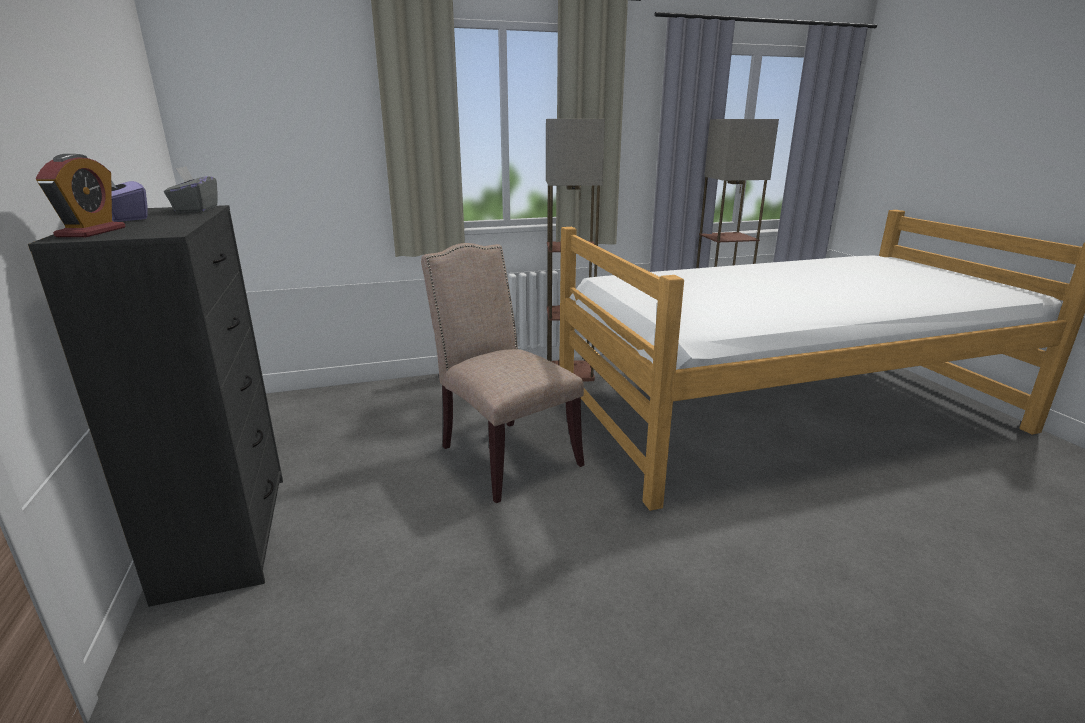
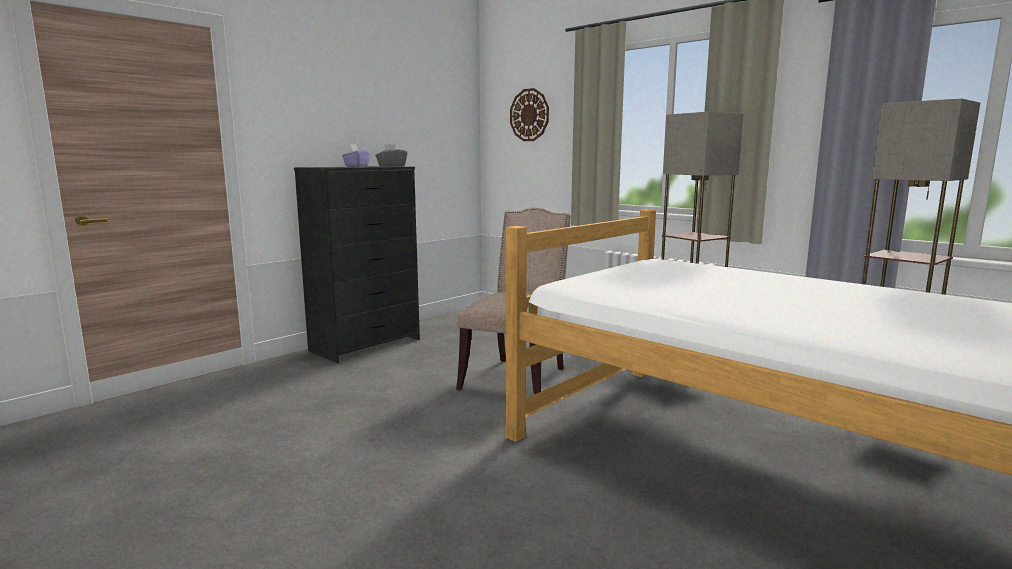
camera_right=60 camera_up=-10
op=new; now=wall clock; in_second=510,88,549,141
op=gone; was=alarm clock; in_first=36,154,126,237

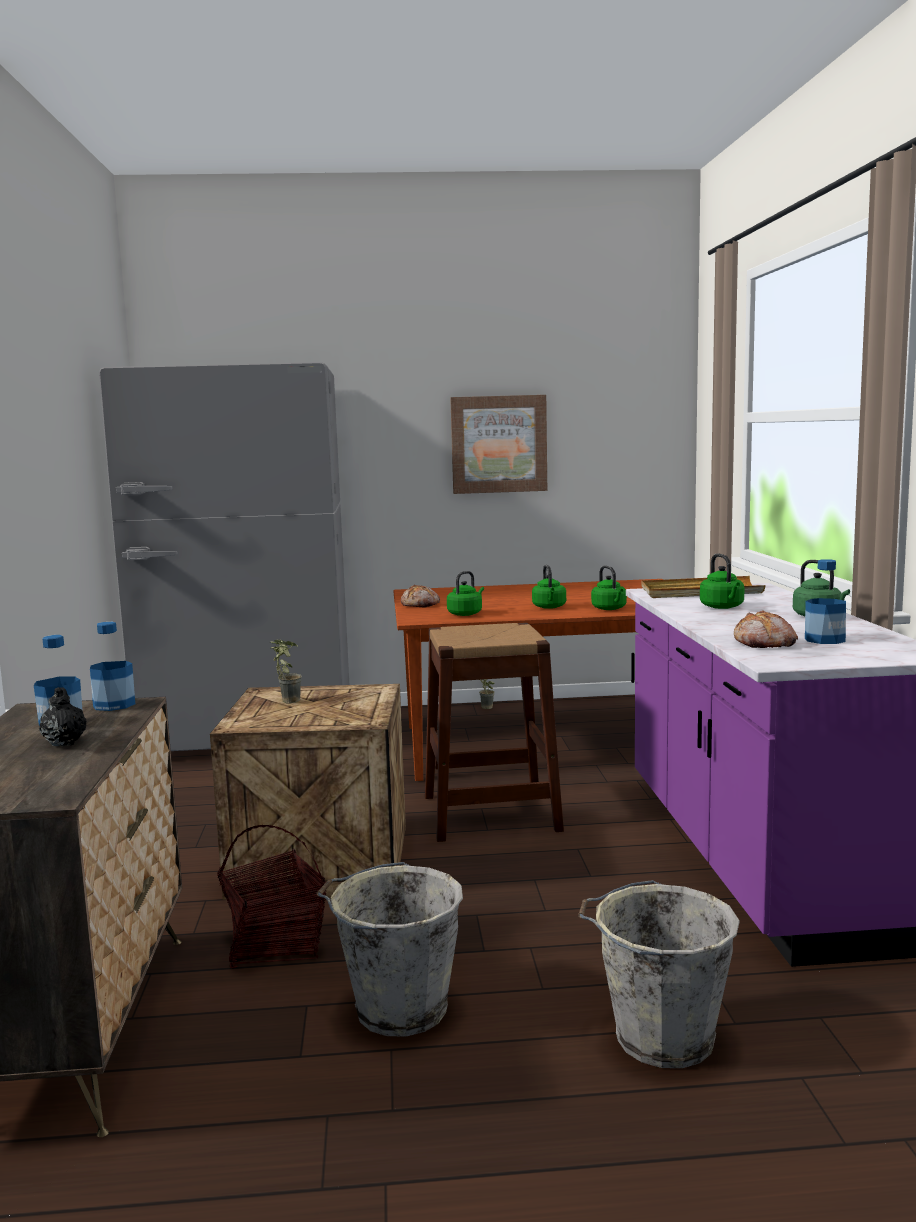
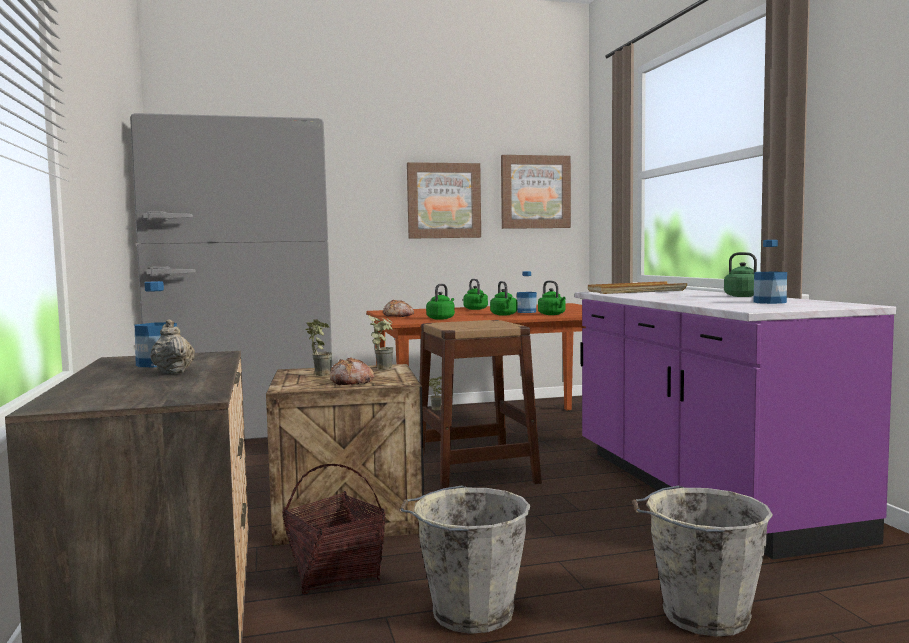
camera_right=-10 camera_up=-5
op=repainted; was=black teapot; now=beige teapot; in_first=39,687,86,746; in_second=150,319,195,374
op=shifted; was=bread; in_first=734,610,798,648; in_second=330,357,374,385
op=new; now=potted plant; in_second=369,315,394,370
op=shifted; was=green kettle; in_first=700,553,745,609; in_second=463,279,488,310
op=new; now=picture; in_second=501,155,571,229
op=shifted; was=bottle; in_first=90,622,135,711; in_second=517,271,537,313

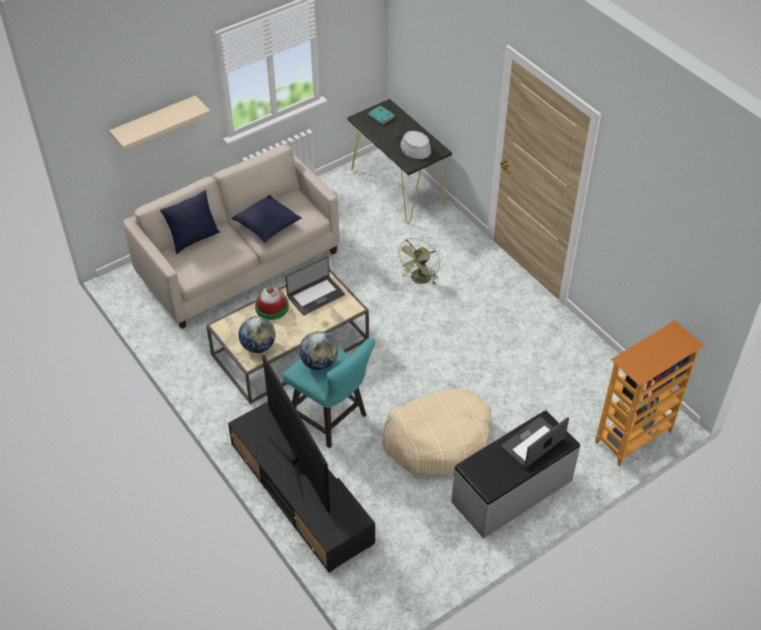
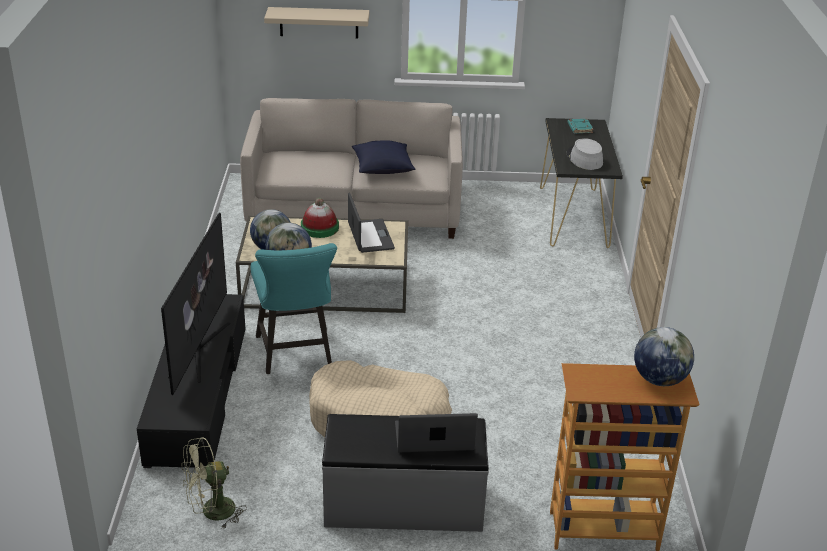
camera_right=35 camera_up=-15
op=shifted; was=green fan; in_first=396,238,440,284; in_second=182,437,247,528
op=rotated; was=laptop; in_first=285,256,345,316; in_second=348,193,395,253; clockwise=-105
op=new; now=globe; in_second=634,327,694,386
op=gone; was=blue pillow; in_first=160,190,220,254

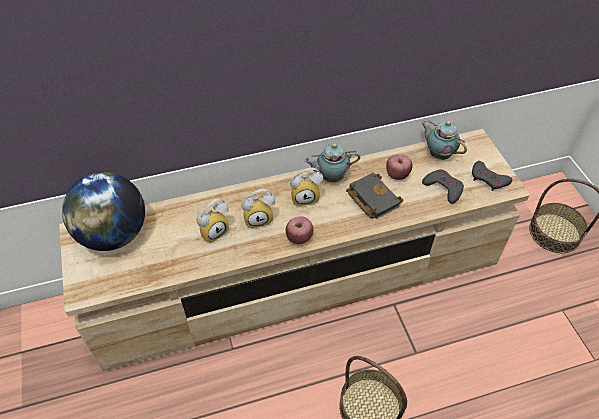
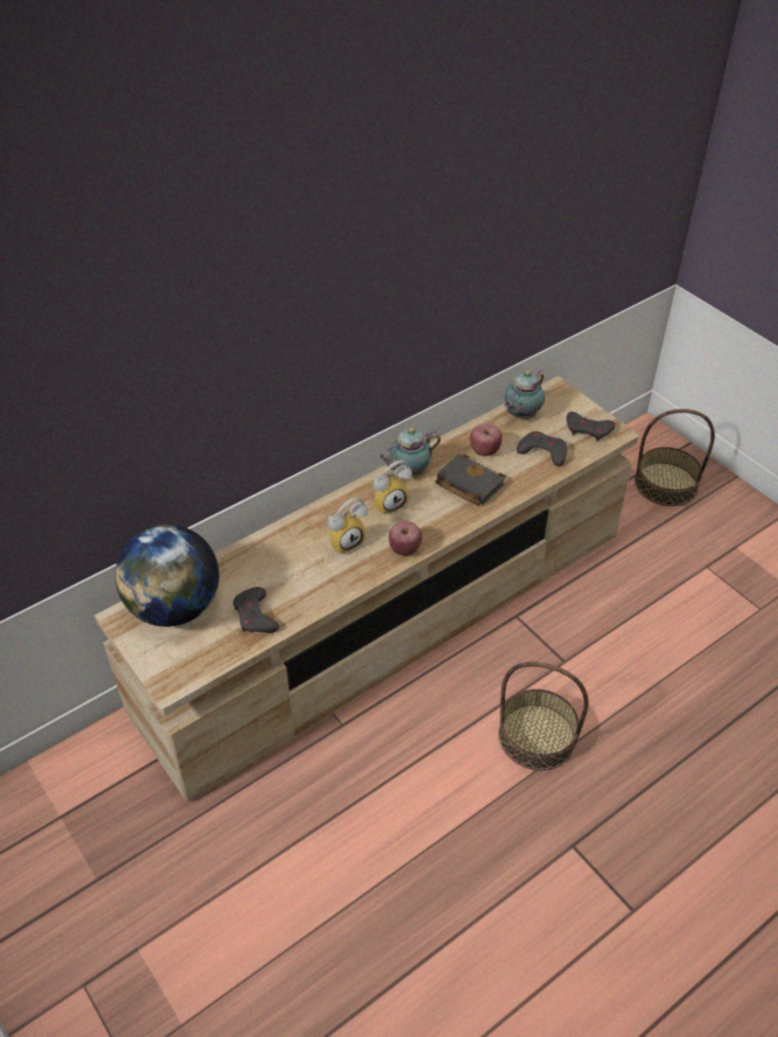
camera_right=-20 camera_up=-5
op=new; now=grey game controller; in_second=233,587,279,633
op=rotated; was=teapot; in_first=421,120,467,160; in_second=504,370,545,419; clockwise=-75
op=gone; was=alarm clock; in_first=197,198,229,243

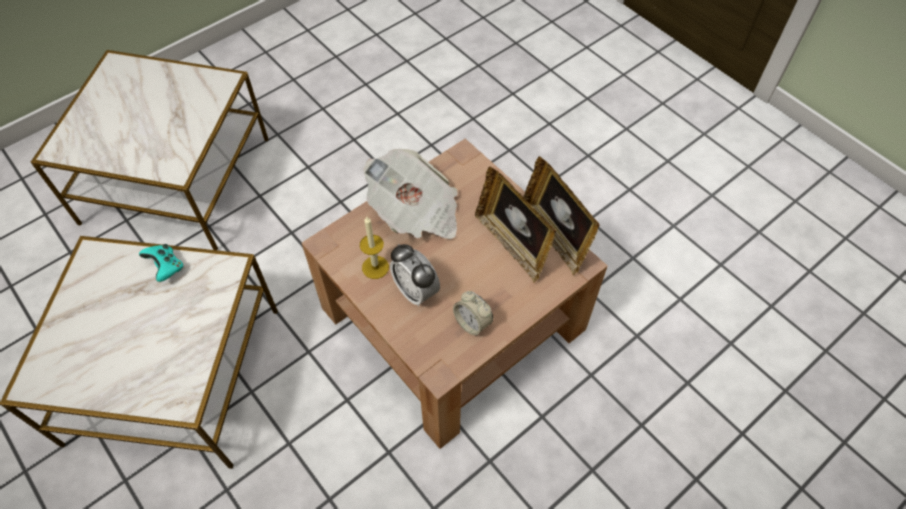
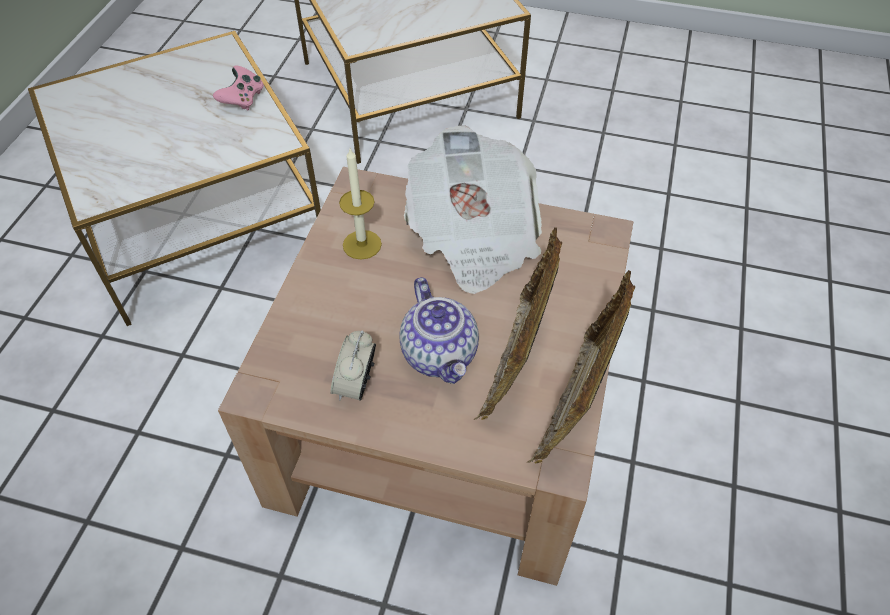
camera_right=55 camera_up=-5
op=repainted; was=turquoise game controller; now=pink game controller; in_first=139,244,183,282; in_second=213,65,264,110
op=new; now=teapot; in_second=399,277,479,384
op=gone; was=alarm clock; in_first=390,244,440,306

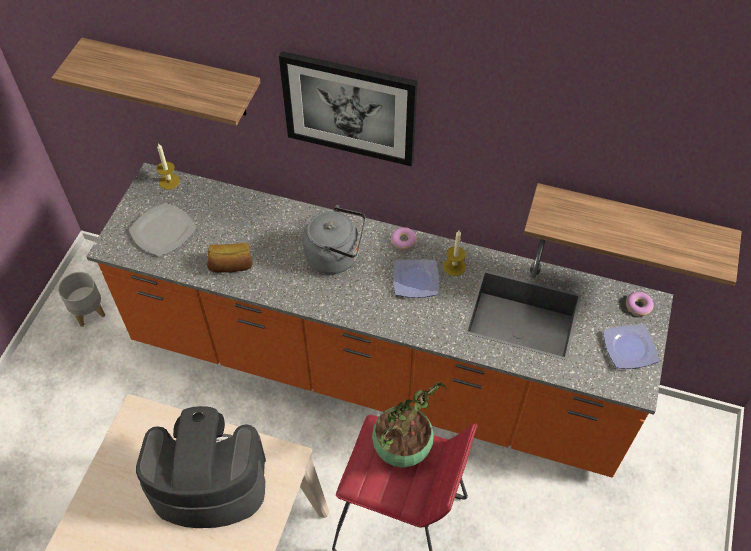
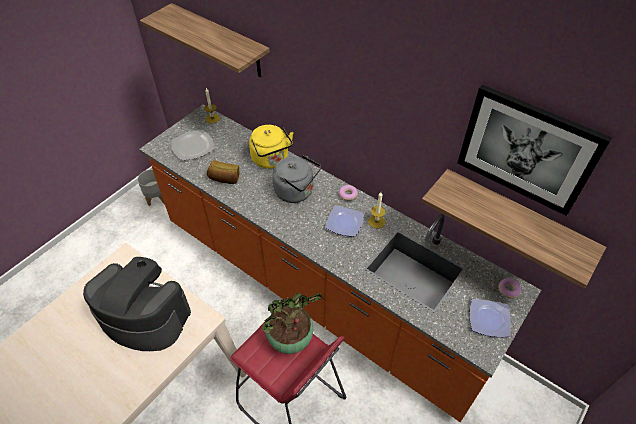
camera_right=20 camera_up=-5
op=new; now=yellow kettle; in_second=249,125,294,169
op=shifted; was=picture; in_first=279,51,418,166; in_second=457,85,612,216

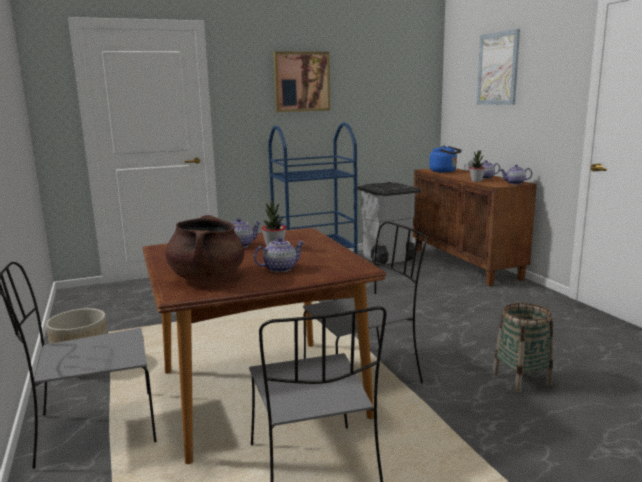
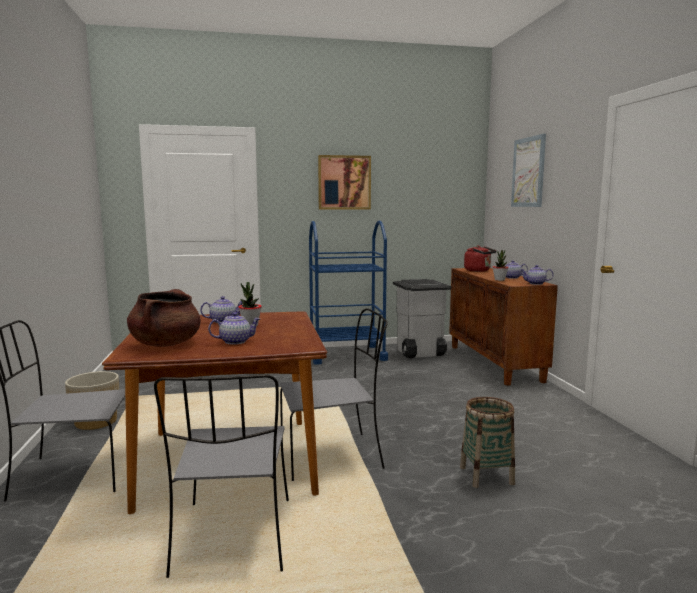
camera_right=10 camera_up=-5
op=repainted; was=blue kettle; now=red kettle; in_first=430,145,462,173; in_second=464,246,496,272

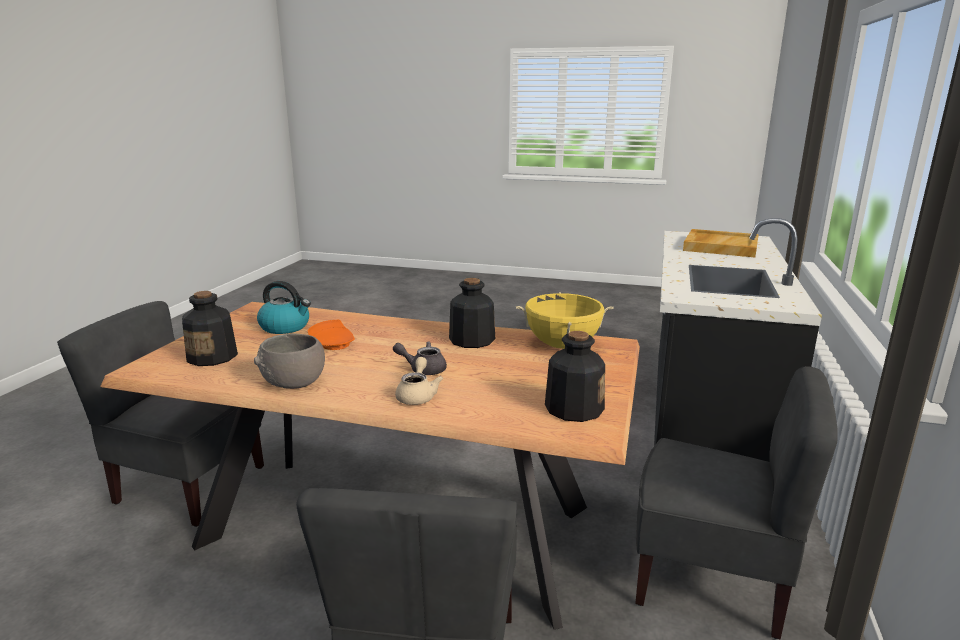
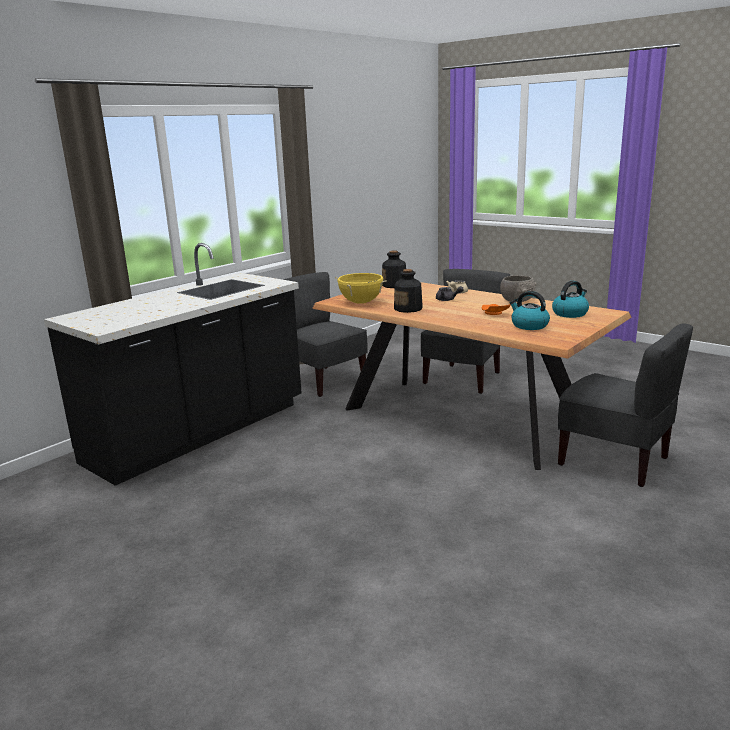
camera_right=-155 camera_up=0
op=swapped; was=bottle; now=kettle; in_first=182,291,238,366; in_second=552,281,589,318
op=gone; was=beige tray; in_first=683,229,759,257

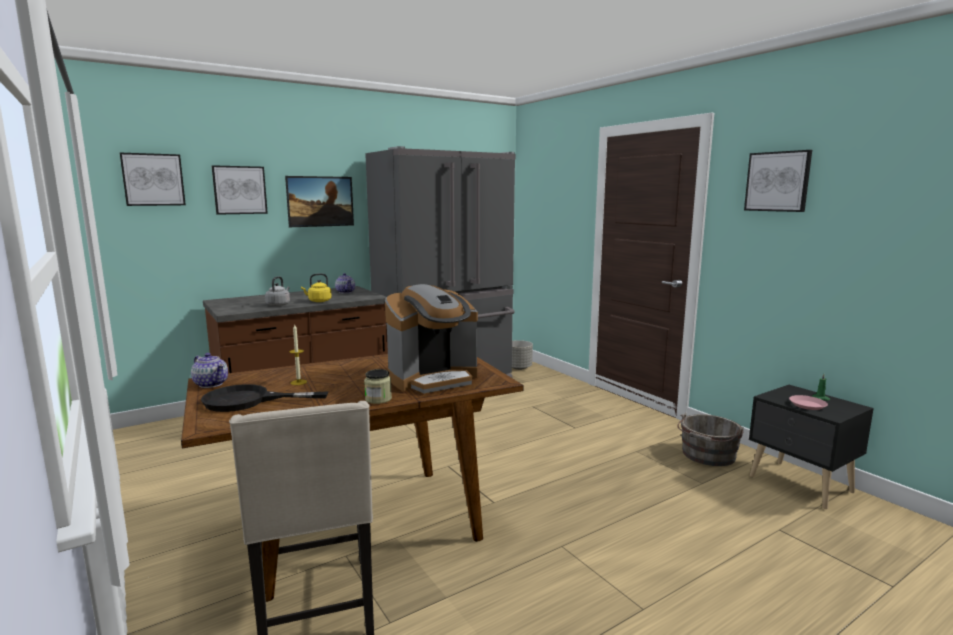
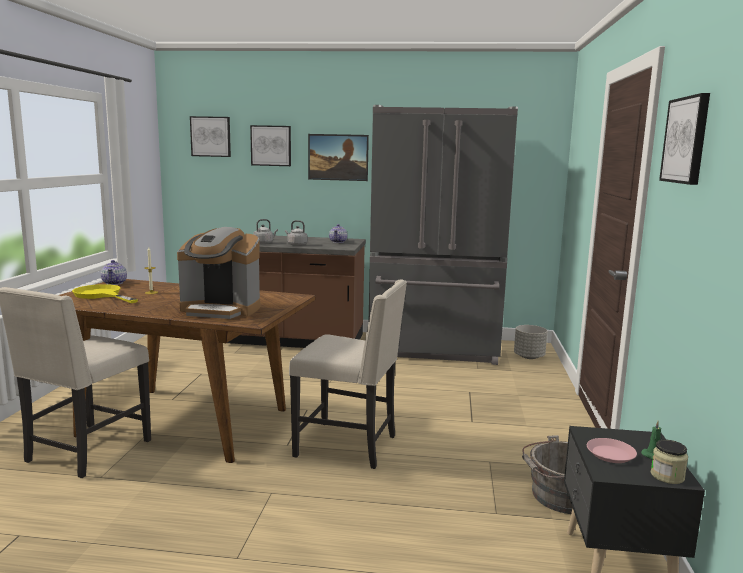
camera_right=40 camera_up=0
op=repainted; was=black frying pan; now=yellow frying pan; in_first=201,384,328,412; in_second=72,284,138,303
op=repainted; was=yellow kettle; now=grey kettle; in_first=301,273,332,302; in_second=285,220,308,246
op=new; now=beige chair; in_second=289,280,407,469
op=shifted; was=jar; in_first=364,369,392,404; in_second=651,440,688,484

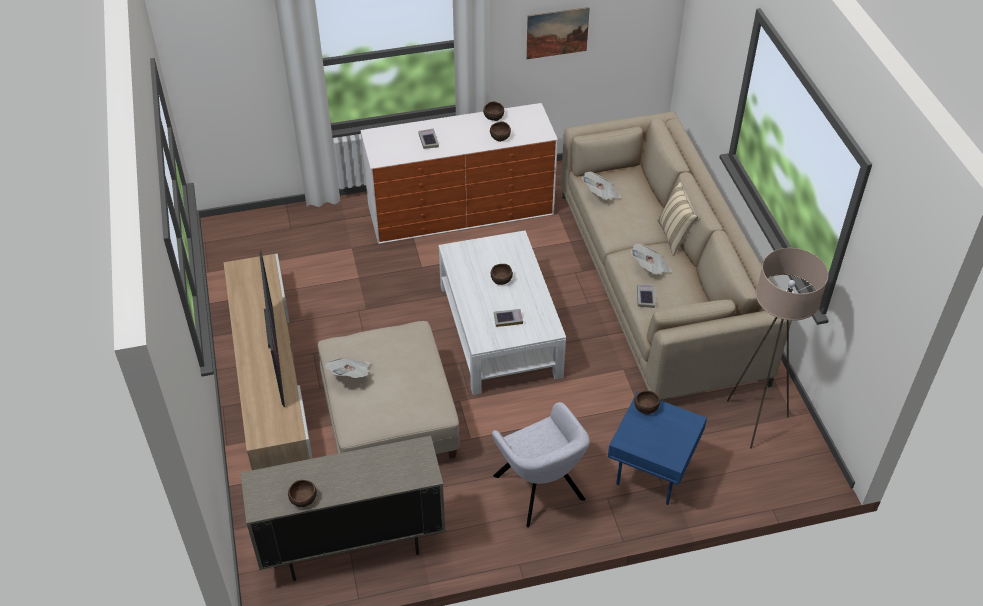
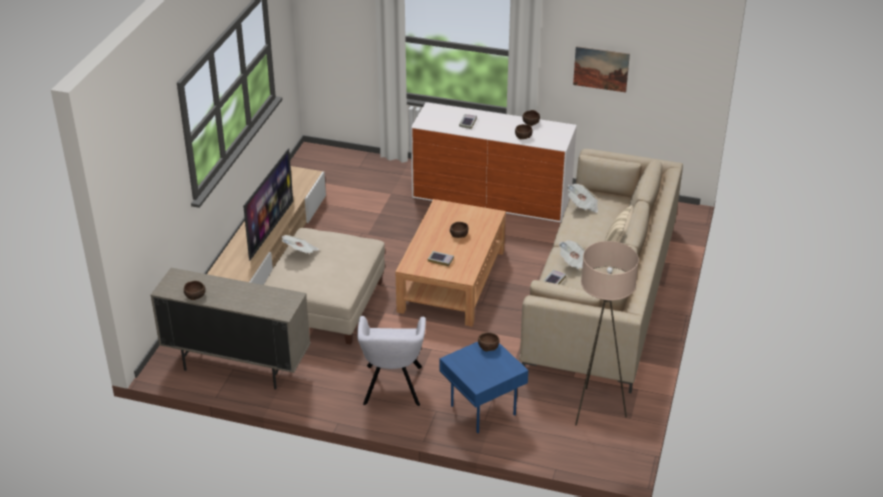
camera_right=30 camera_up=-10
op=repainted; was=white coffee table; now=brown coffee table; in_first=438,230,566,395; in_second=395,199,506,327

